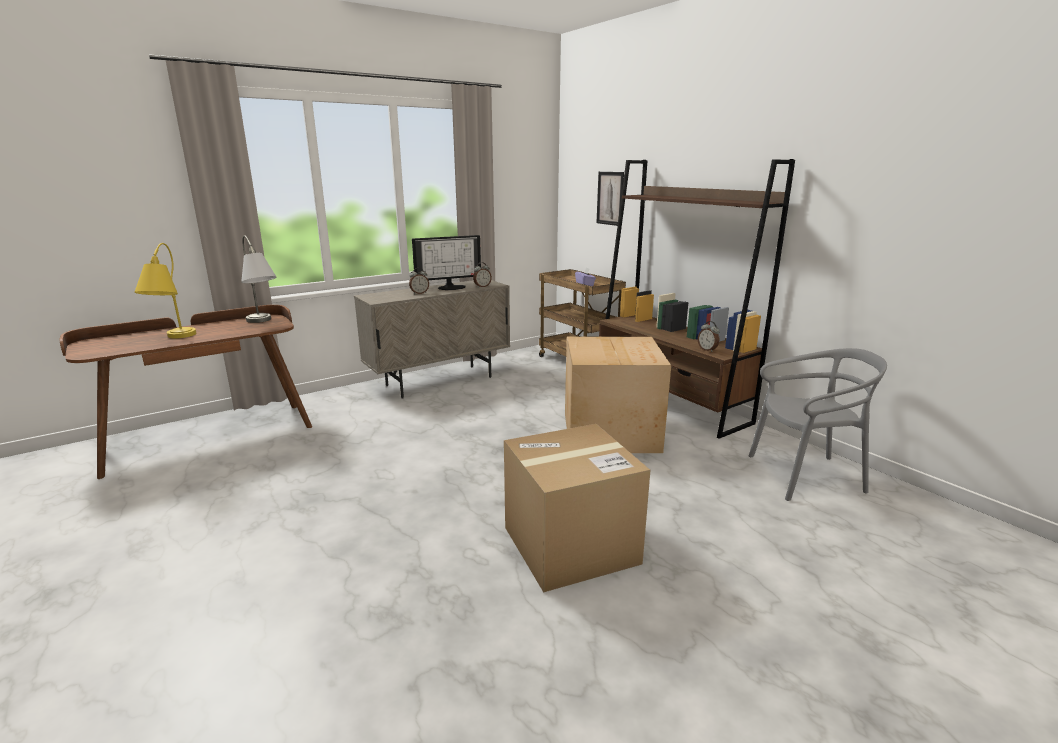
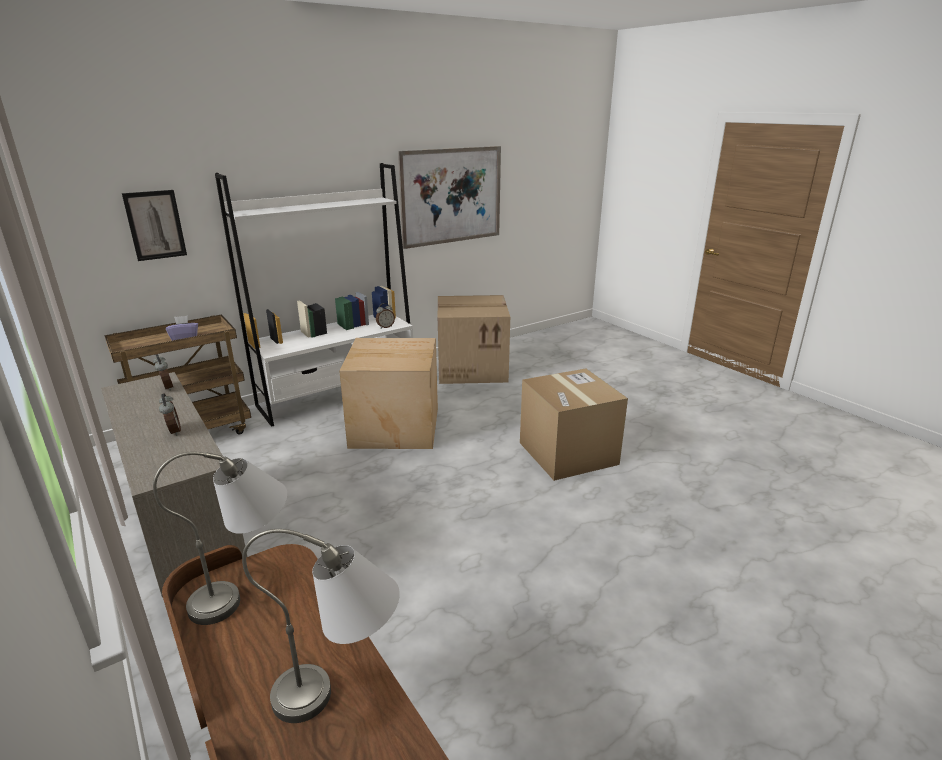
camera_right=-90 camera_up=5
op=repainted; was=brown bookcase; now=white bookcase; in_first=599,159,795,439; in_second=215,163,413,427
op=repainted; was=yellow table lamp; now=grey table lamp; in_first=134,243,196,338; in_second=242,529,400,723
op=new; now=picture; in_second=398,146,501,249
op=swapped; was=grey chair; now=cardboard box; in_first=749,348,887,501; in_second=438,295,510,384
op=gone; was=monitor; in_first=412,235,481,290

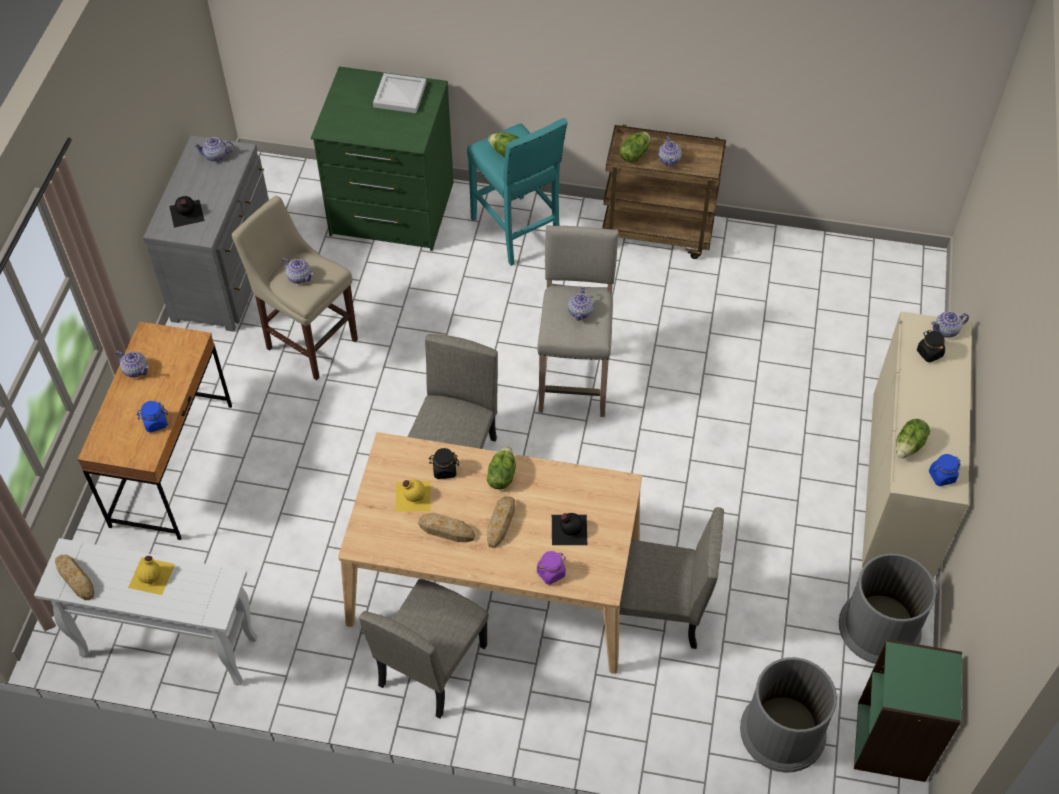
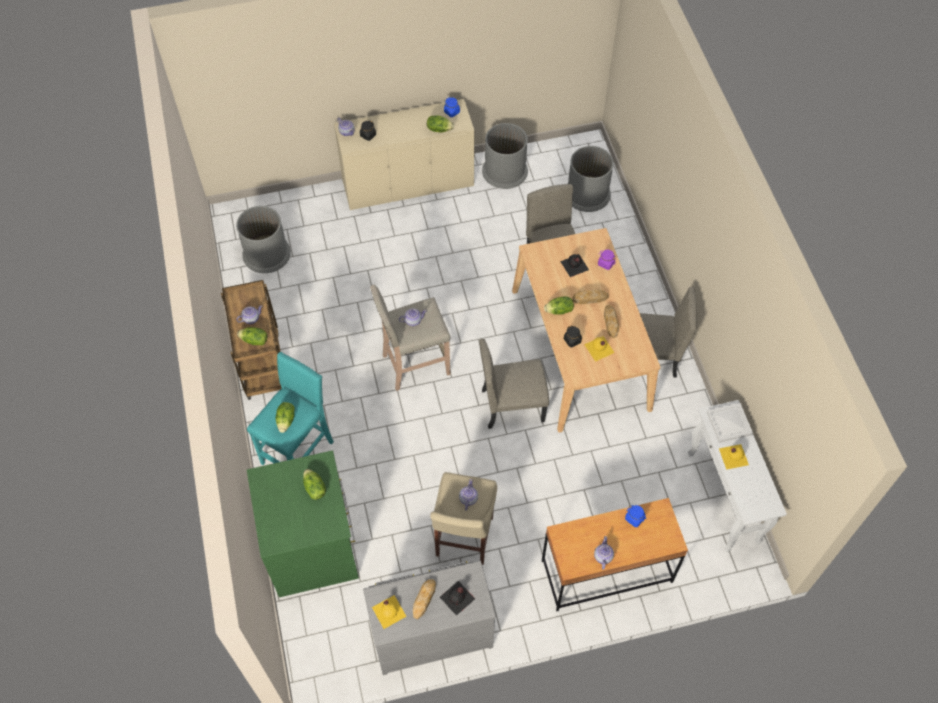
camera_right=-115 camera_up=5
op=new; now=grey trash can; in_second=236,206,291,273
op=new; now=lettuce; in_second=303,469,326,500
op=swapped; was=teapot; now=yellow bottle; in_first=193,137,234,162; in_second=372,595,407,629
op=shifted; was=bread; in_first=55,555,94,600; in_second=413,579,436,620
op=shifted; was=white tray; in_first=373,73,426,113; in_second=707,403,753,443
op=gone; was=green bookcase; in_first=854,639,962,782

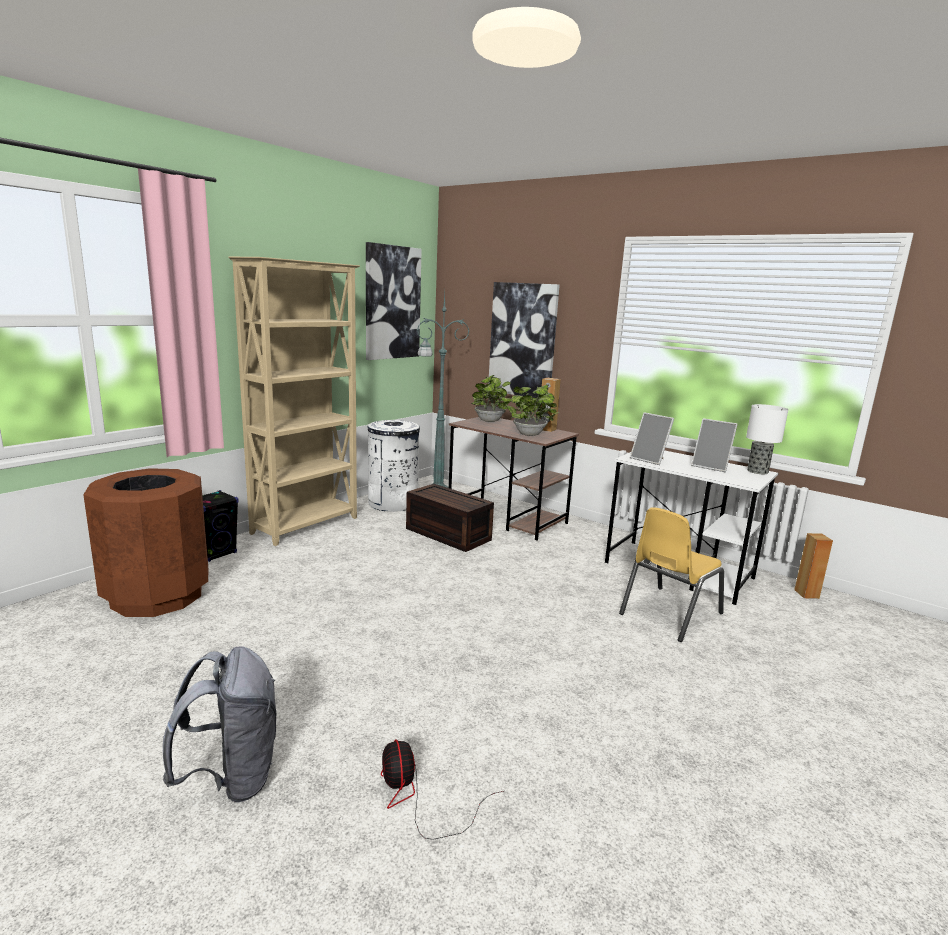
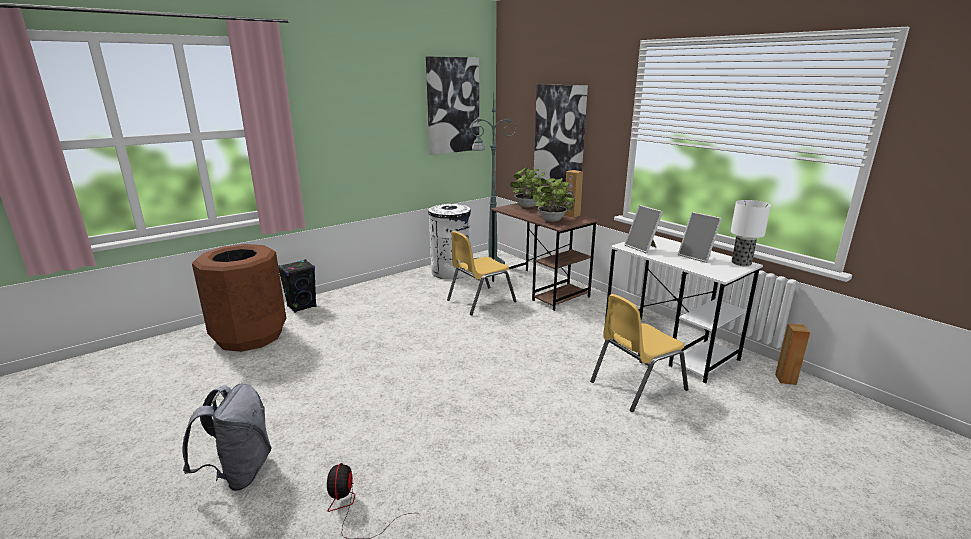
camera_right=15 camera_up=5
op=swapped; was=brown storage box; now=yellow chair; in_first=406,484,494,552; in_second=447,231,516,315
op=gone; was=beige bookcase; in_first=228,257,360,546

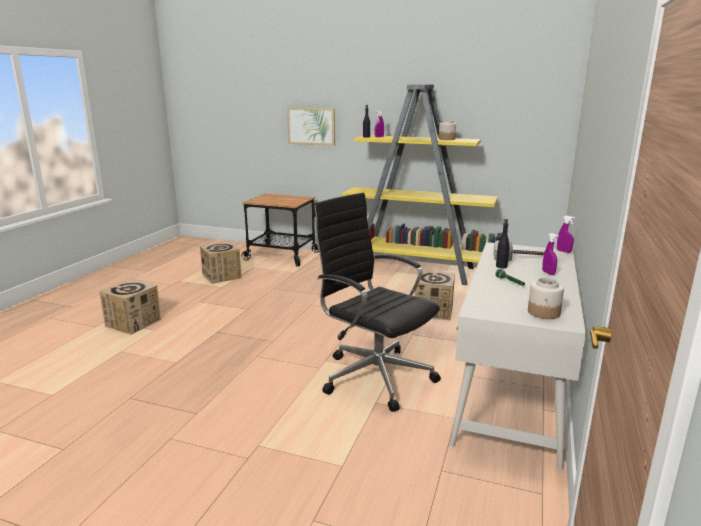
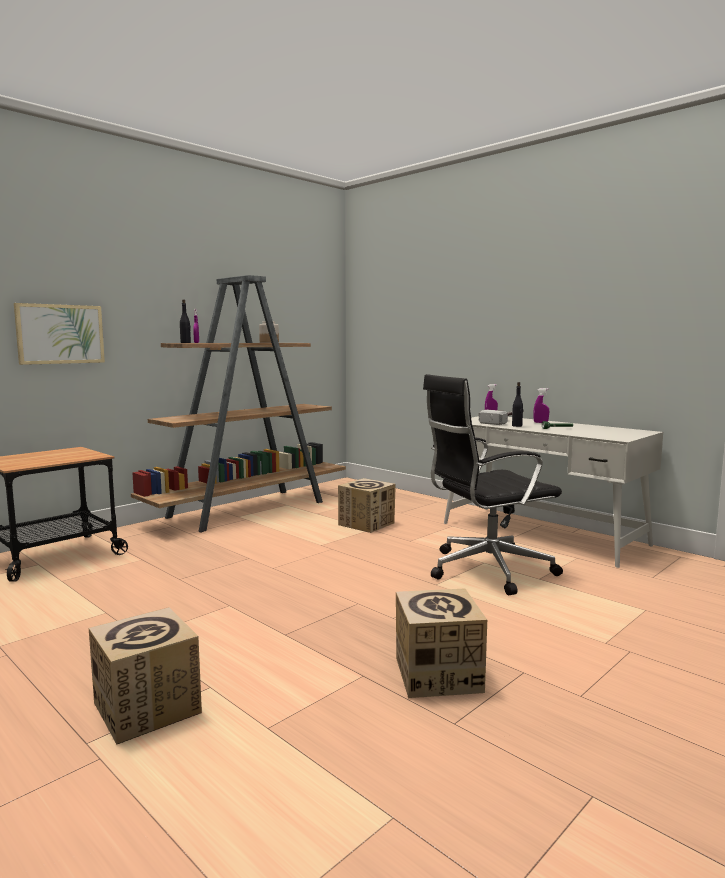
camera_right=-65 camera_up=-10
op=repainted; was=yellow bookcase; now=brown bookcase; in_first=342,84,503,285; in_second=131,275,346,533
op=shifted; was=cardboard box; in_first=200,242,242,284; in_second=396,589,487,698
op=gone; was=jar; in_first=528,278,564,319

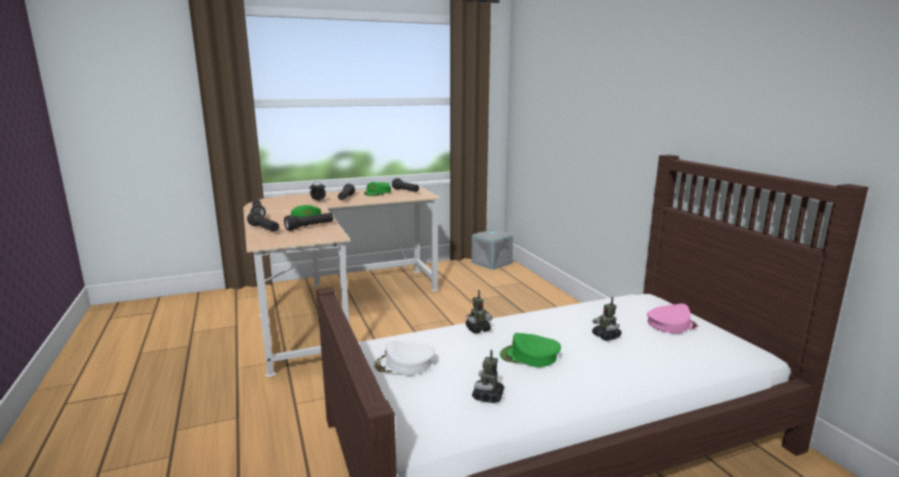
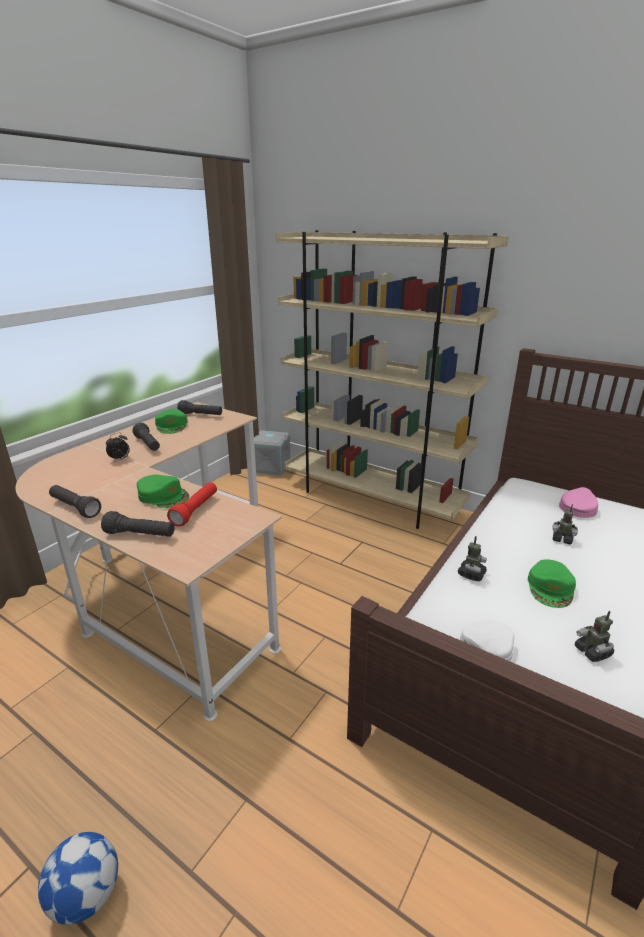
camera_right=-35 camera_up=10
op=new; now=football; in_second=38,832,118,925
op=repainted; was=black flashlight; now=red flashlight; in_first=284,213,333,231; in_second=167,482,217,527
op=new; now=beige bookcase; in_second=276,230,509,529
op=rotated; was=green cap; in_first=500,333,561,367; in_second=528,559,576,608; clockwise=-45

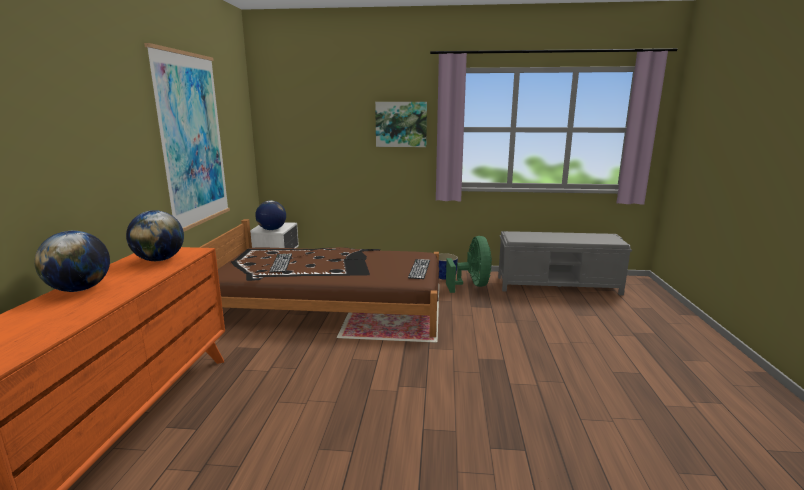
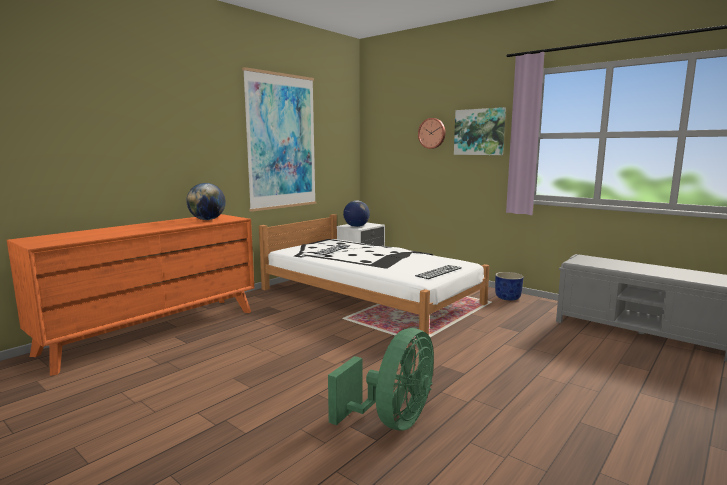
camera_right=35 camera_up=-5
op=repainted; was=brown bed; now=white bed; in_first=199,219,439,337; in_second=259,214,490,335
op=shifted; was=green fan; in_first=446,236,492,293; in_second=328,328,434,430
op=new; now=wall clock; in_second=418,118,446,149
op=gone; was=globe; in_first=34,231,110,292

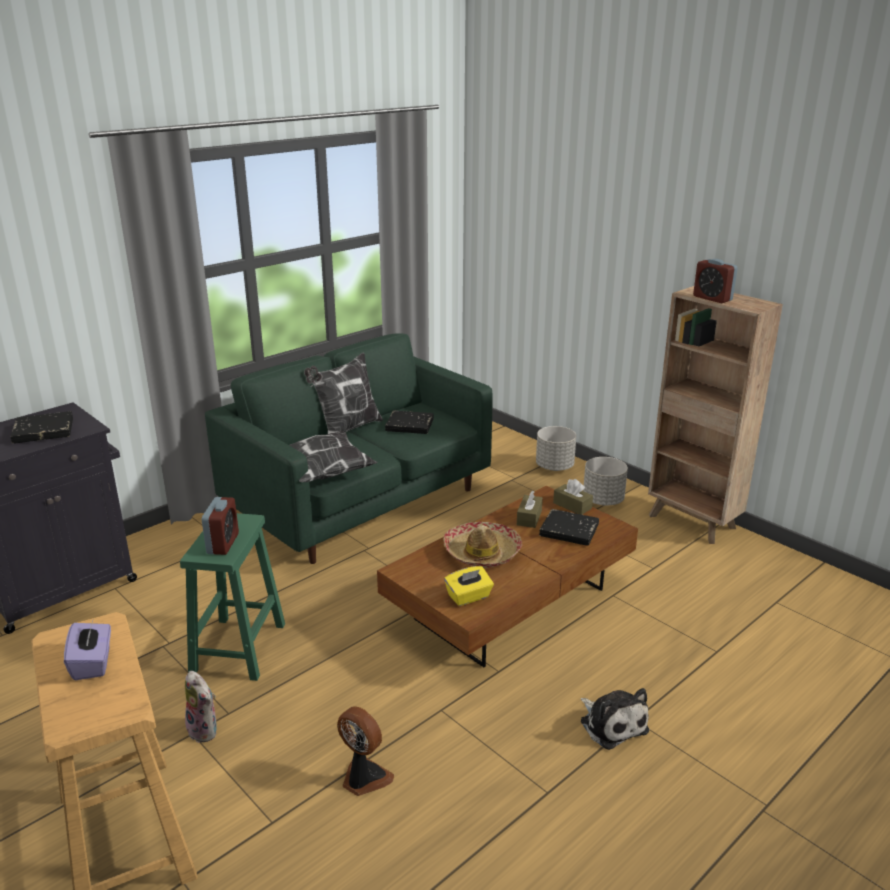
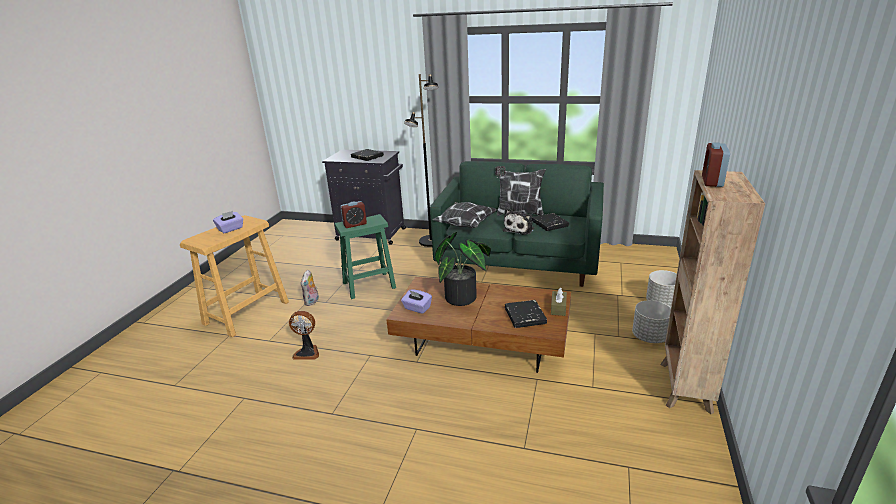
camera_right=60 camera_up=0
op=rotated; was=fan; in_first=337,706,394,796; in_second=289,311,319,359; clockwise=90
op=repainted; was=yellow tissue box; now=purple tissue box; in_first=444,566,494,606; in_second=401,289,432,314
op=new; now=black floor lamp; in_second=404,74,439,247
op=swapped; was=hat; now=potted plant; in_first=443,522,523,568; in_second=435,232,491,306
op=shifted; was=plush toy; in_first=581,688,649,750; in_second=503,208,534,235
op=gone; was=brown tissue box; in_first=517,490,543,528

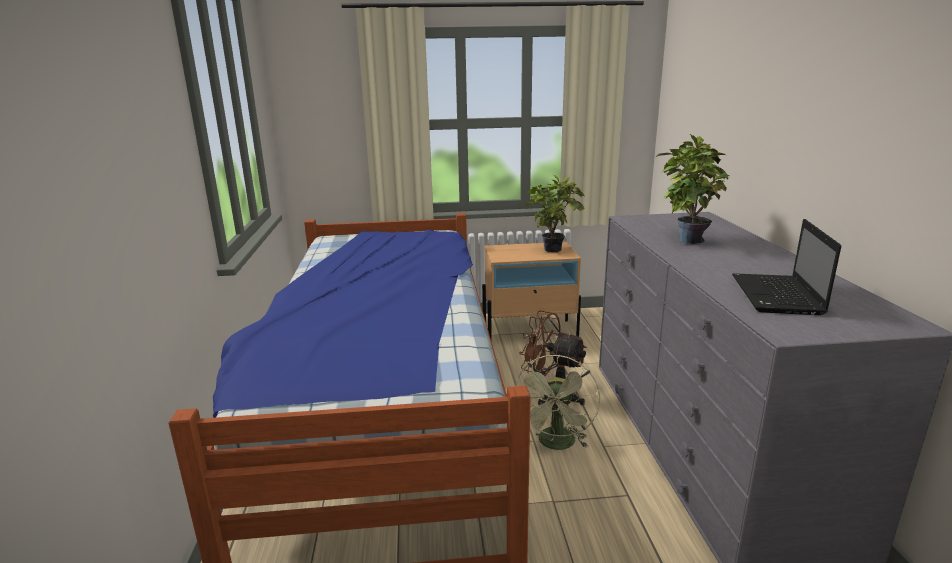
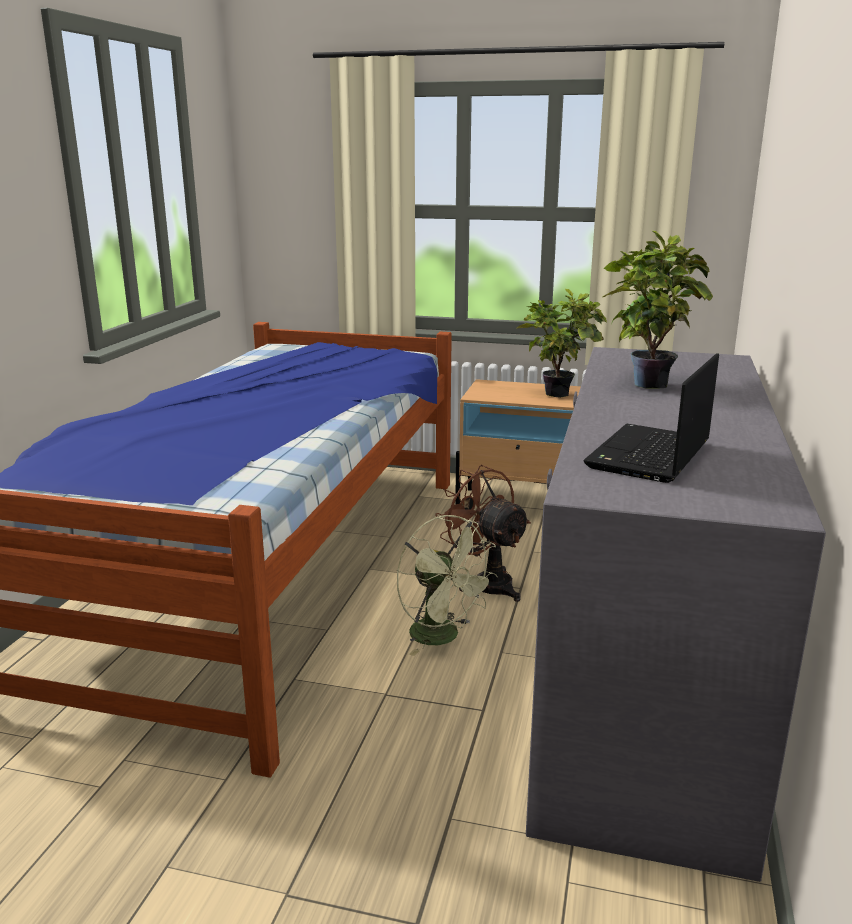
camera_right=20 camera_up=0
op=rotated; was=green fan; in_first=515,355,600,450; in_second=397,515,498,656; clockwise=-75

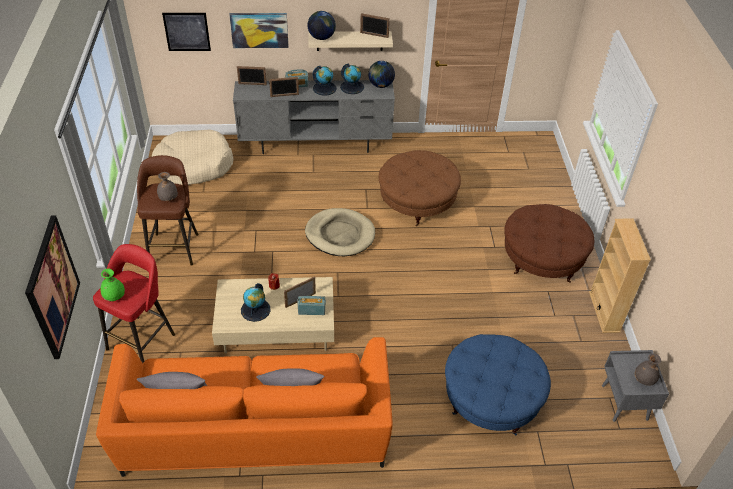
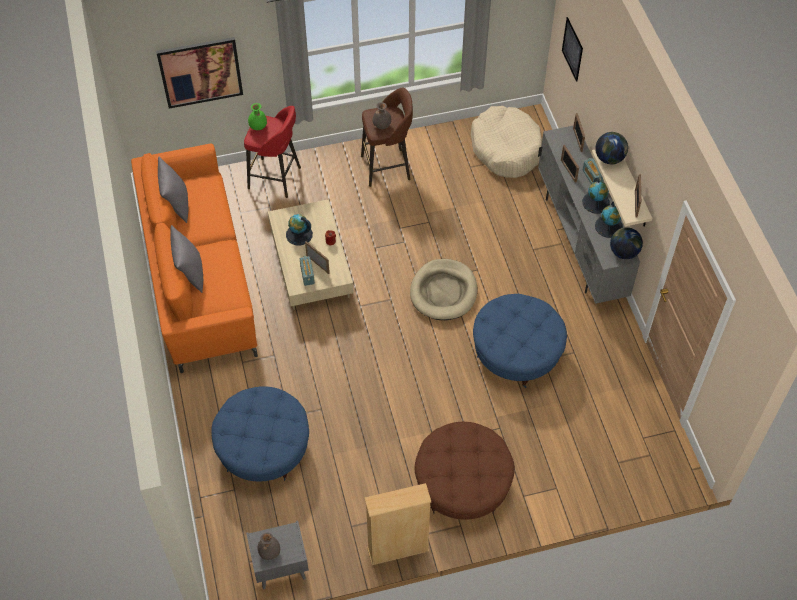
camera_right=80 camera_up=10
op=repainted; was=brown ottoman; now=blue ottoman; in_first=379,150,461,226; in_second=473,294,567,388
op=gone; was=picture; in_first=229,13,289,48

